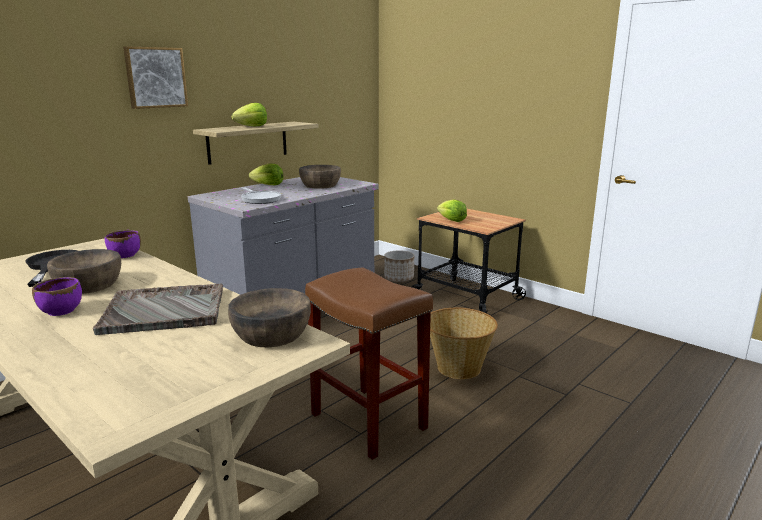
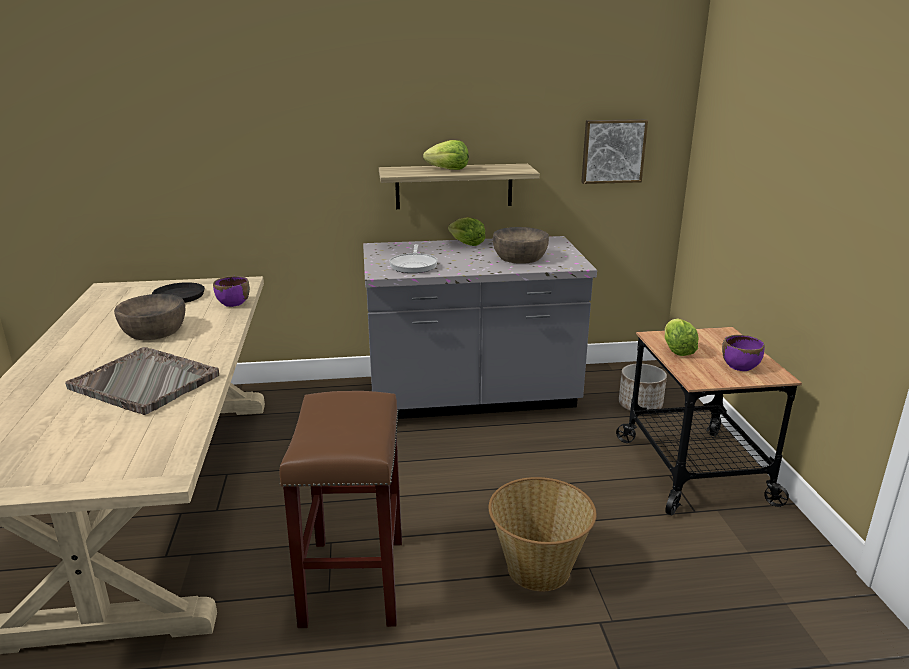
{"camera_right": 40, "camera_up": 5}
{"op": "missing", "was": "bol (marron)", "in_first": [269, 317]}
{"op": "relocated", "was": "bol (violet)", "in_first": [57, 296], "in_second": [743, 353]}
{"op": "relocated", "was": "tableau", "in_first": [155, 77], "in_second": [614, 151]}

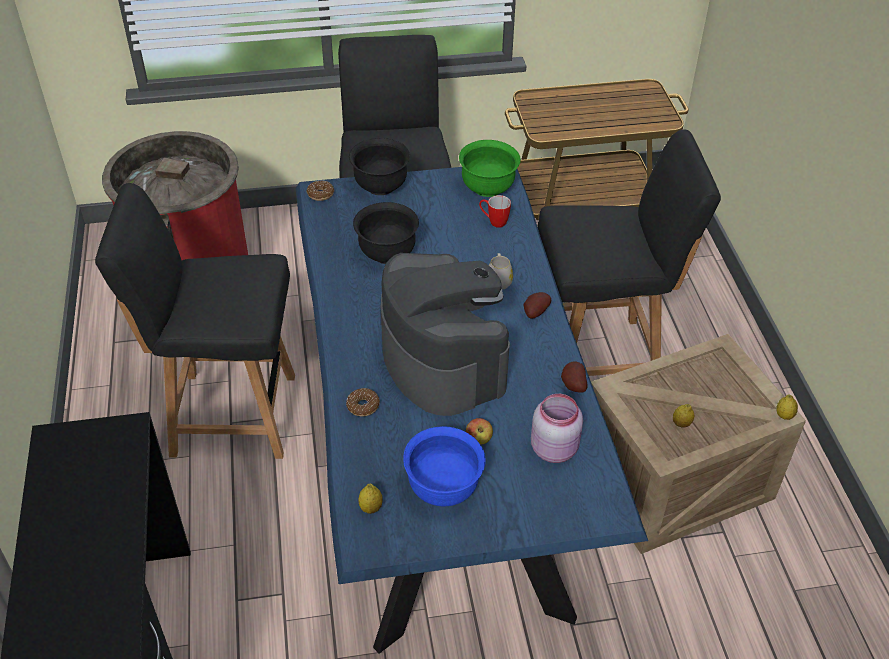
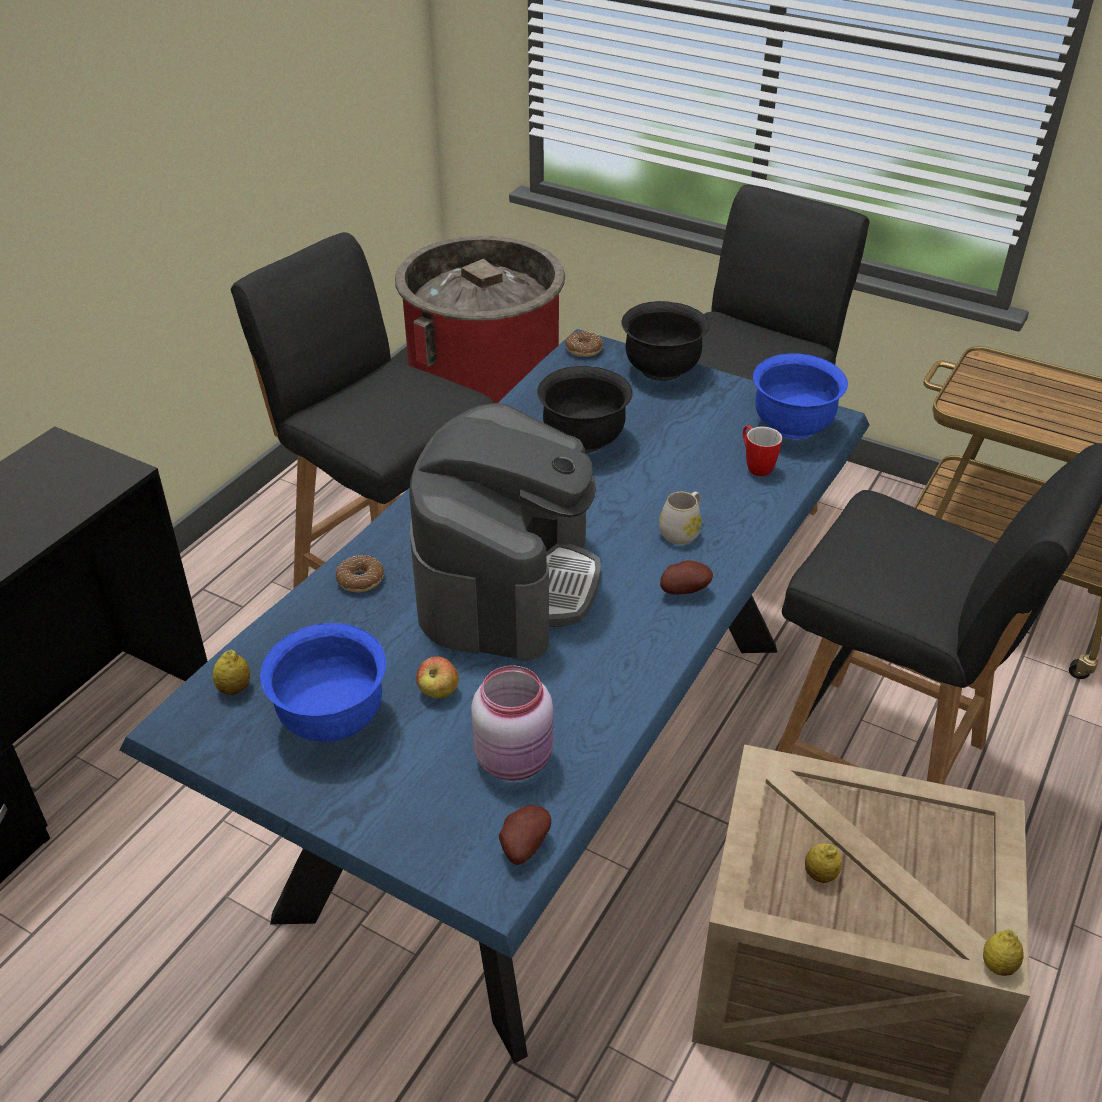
{"camera_right": 40, "camera_up": -5}
{"op": "relocated", "was": "pomme de terre", "in_first": [574, 377], "in_second": [525, 835]}
{"op": "colour", "was": "bol (vert)", "now": "bol (bleu)", "in_first": [490, 168], "in_second": [800, 396]}

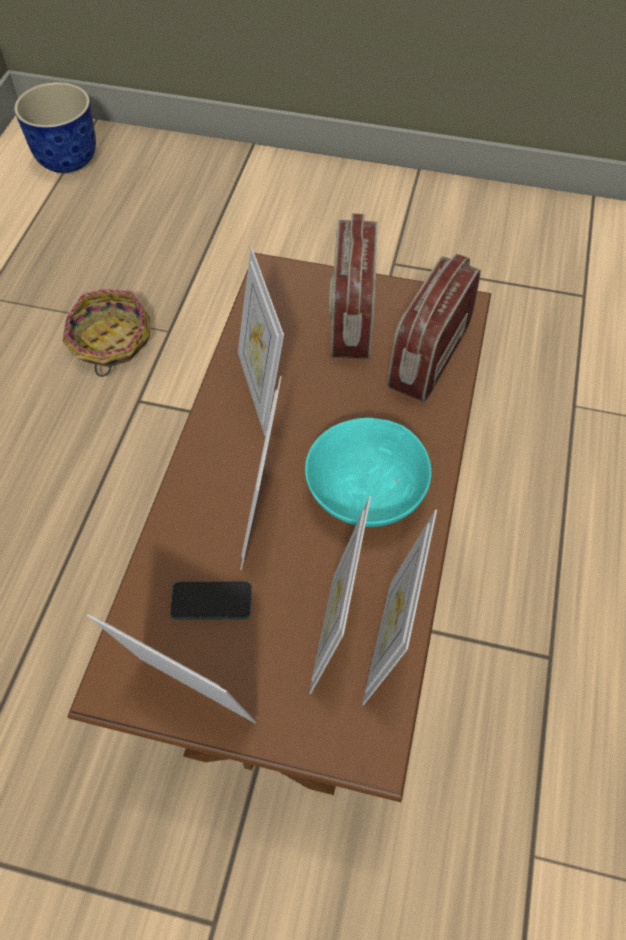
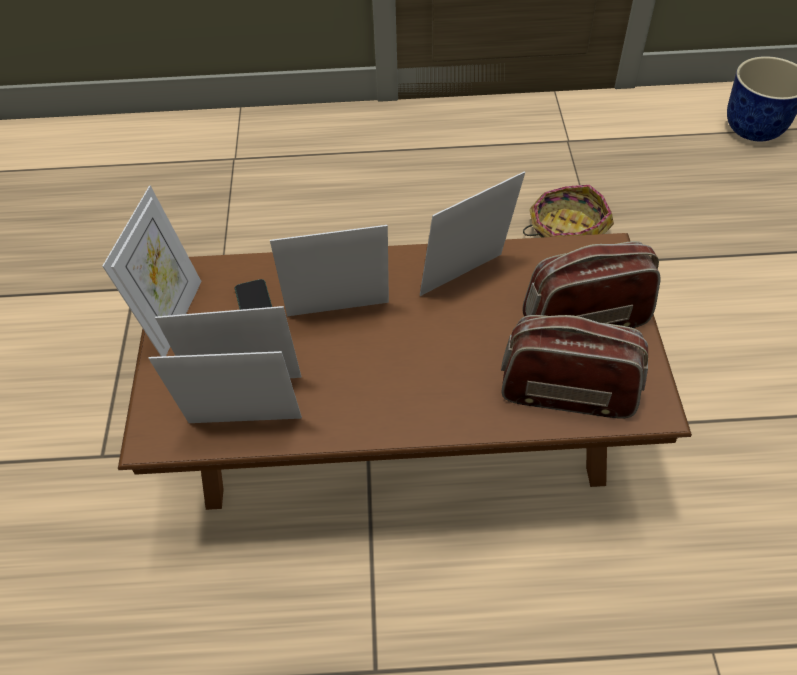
{"camera_right": 75, "camera_up": -5}
{"op": "missing", "was": "bol (turquoise)", "in_first": [368, 472]}

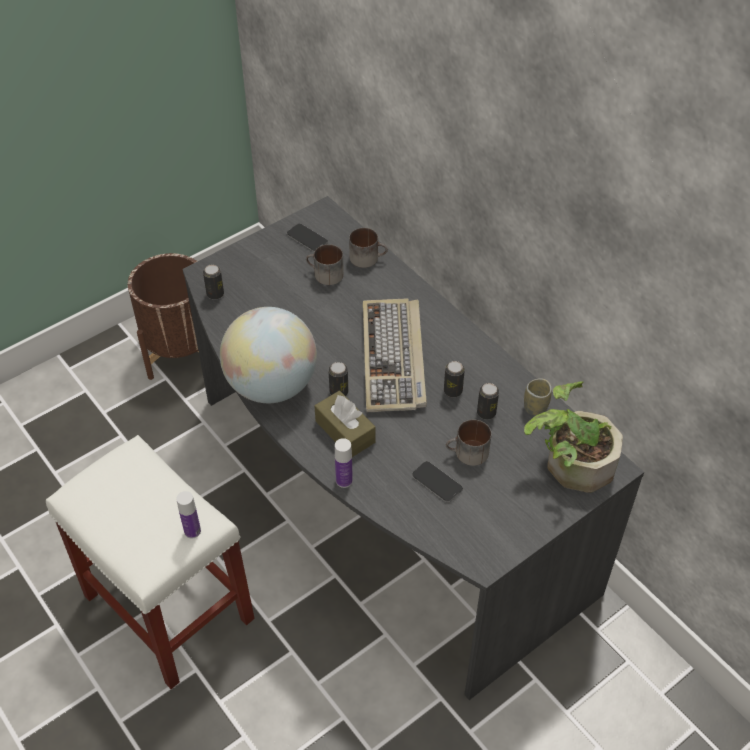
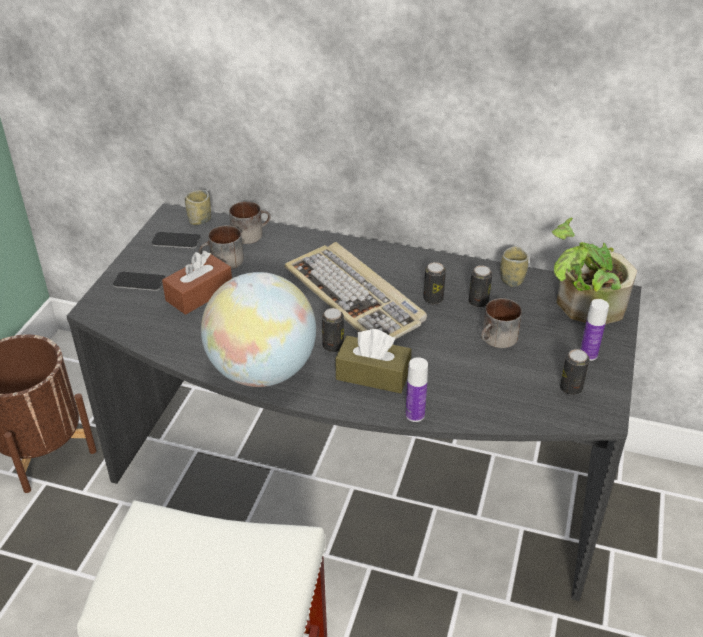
{"camera_right": -35, "camera_up": -10}
{"op": "appeared", "now": "boîte à mouchoirs (marron)", "in_second": [197, 283]}
{"op": "appeared", "now": "tasse", "in_second": [198, 207]}
{"op": "relocated", "was": "bouteille", "in_first": [188, 514], "in_second": [594, 330]}
{"op": "relocated", "was": "boîte métallique", "in_first": [213, 282], "in_second": [575, 372]}
{"op": "relocated", "was": "téléphone", "in_first": [437, 482], "in_second": [139, 281]}

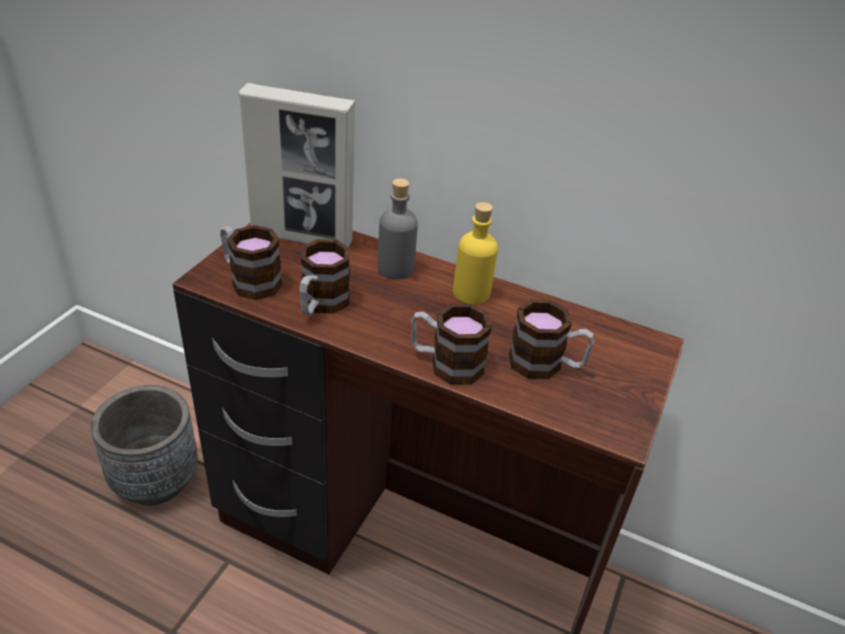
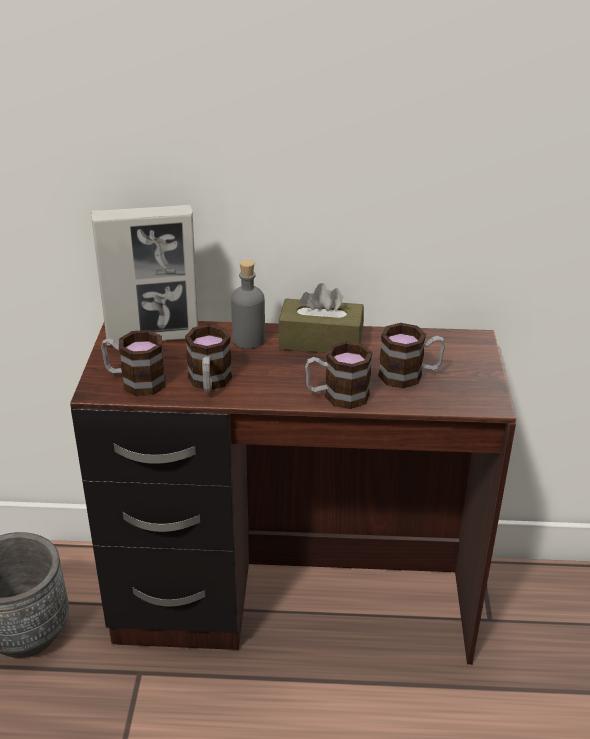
{"camera_right": -20, "camera_up": -5}
{"op": "exchanged", "was": "bouteille (jaune)", "now": "boîte à mouchoirs (marron)", "in_first": [475, 253], "in_second": [321, 318]}

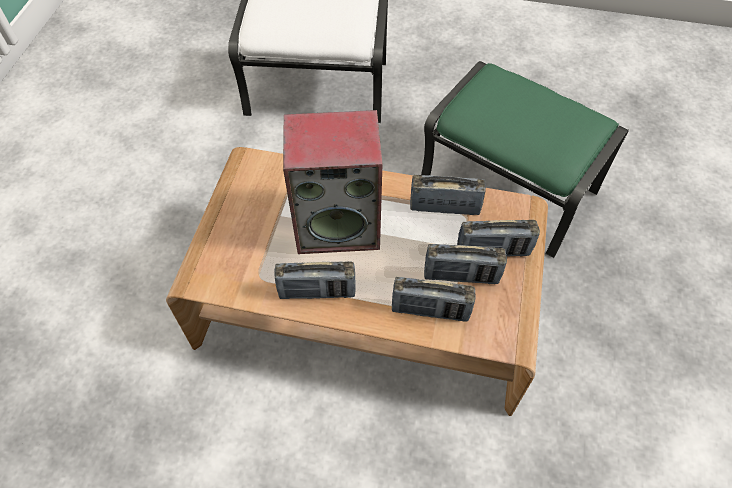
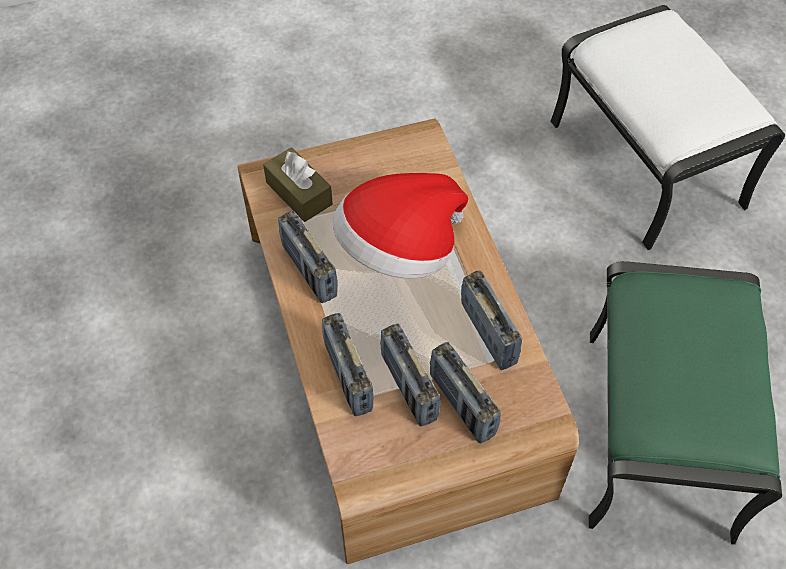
{"camera_right": 60, "camera_up": 0}
{"op": "appeared", "now": "boîte à mouchoirs (marron)", "in_second": [298, 184]}
{"op": "exchanged", "was": "enceinte", "now": "chapeau", "in_first": [333, 182], "in_second": [400, 226]}

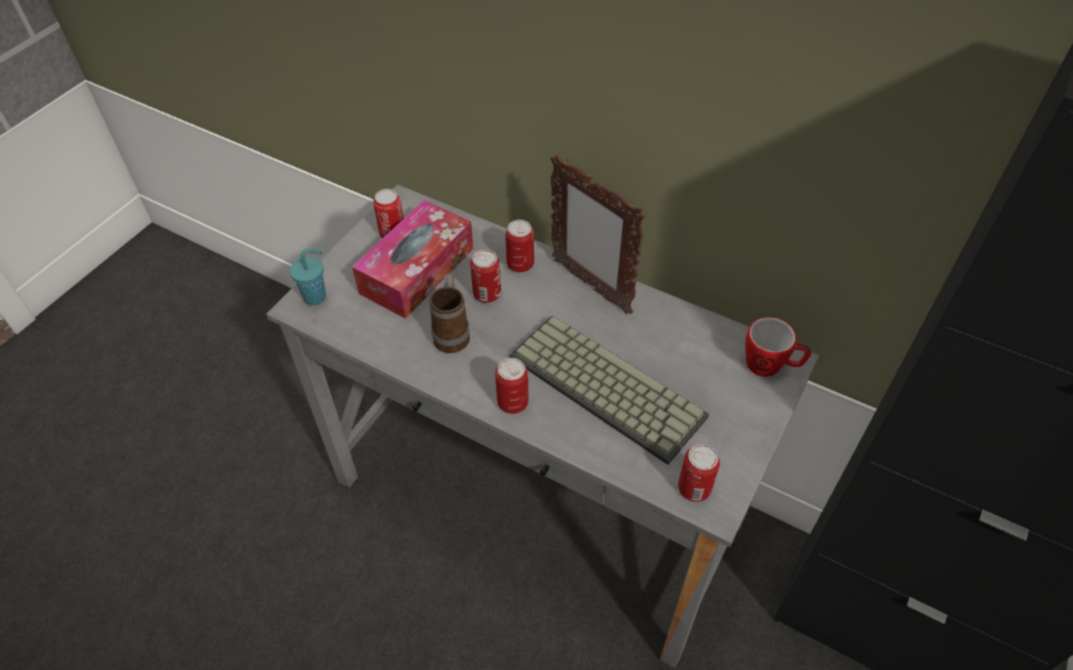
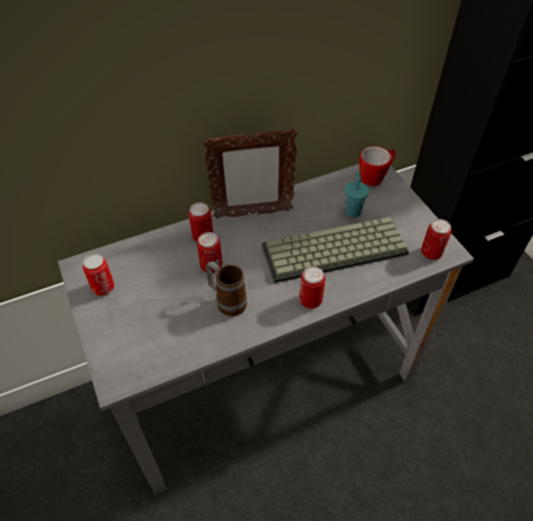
{"camera_right": -55, "camera_up": 0}
{"op": "missing", "was": "boîte à mouchoirs", "in_first": [412, 259]}
{"op": "relocated", "was": "tasse (turquoise)", "in_first": [308, 277], "in_second": [357, 195]}

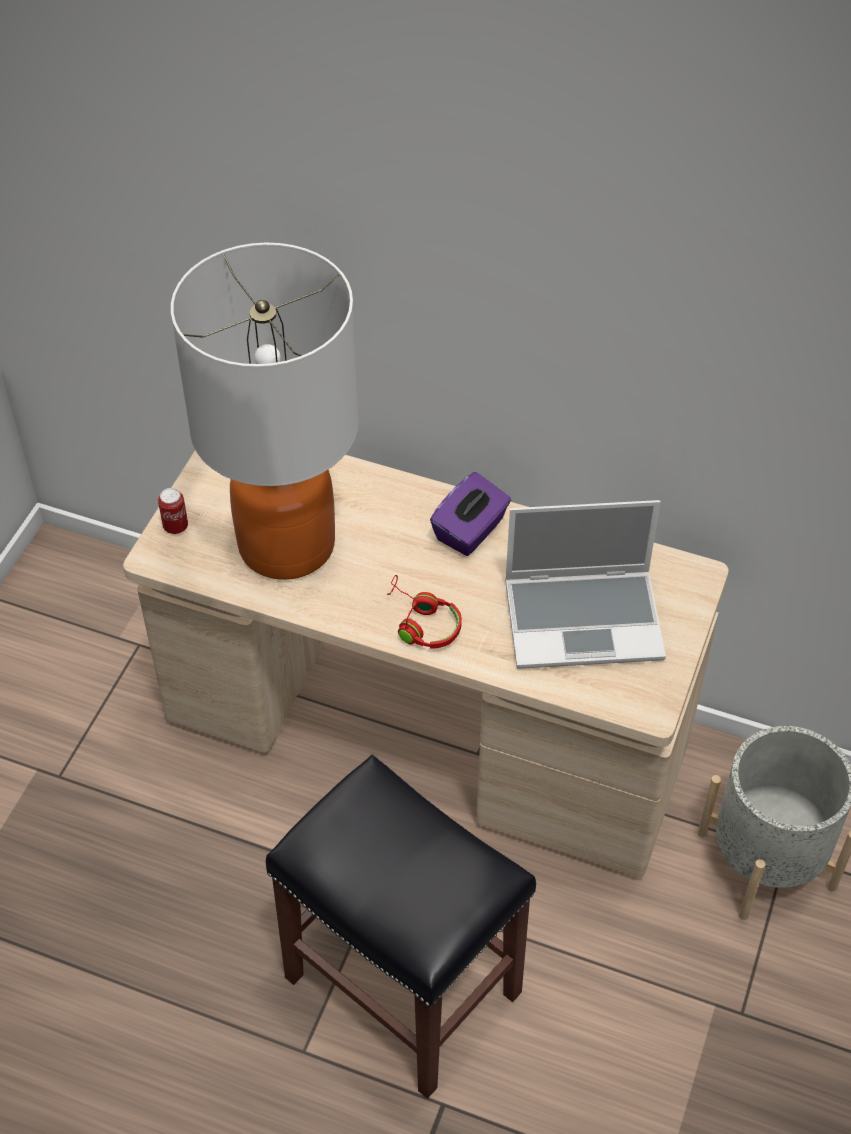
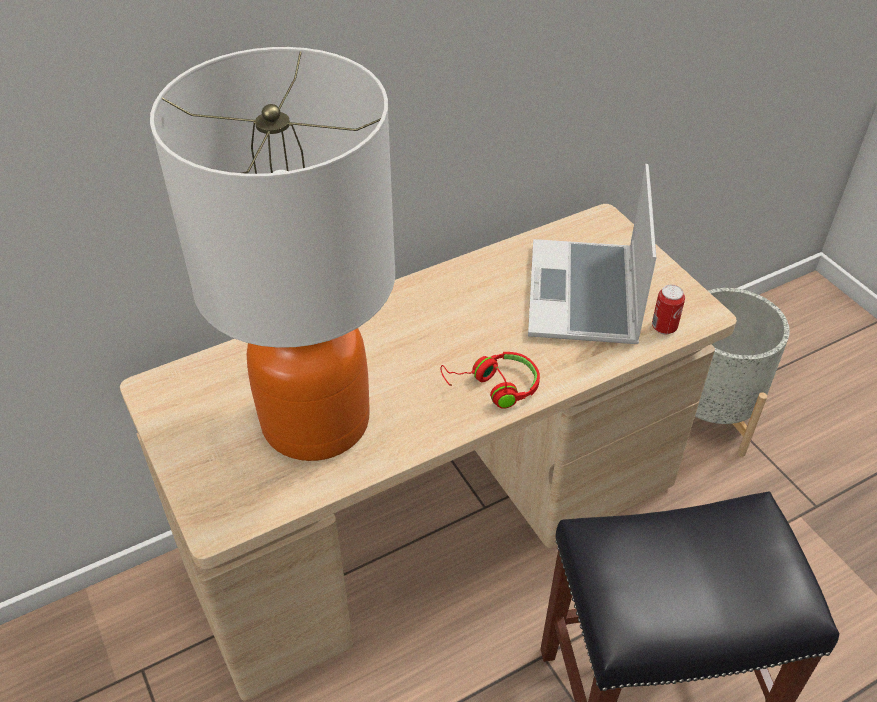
{"camera_right": -50, "camera_up": -5}
{"op": "missing", "was": "boîte à mouchoirs (violet)", "in_first": [470, 514]}
{"op": "relocated", "was": "boîte métallique", "in_first": [173, 511], "in_second": [668, 310]}
{"op": "spun", "was": "ordinateur portable", "in_first": [585, 584], "in_second": [592, 254], "clockwise": 150}

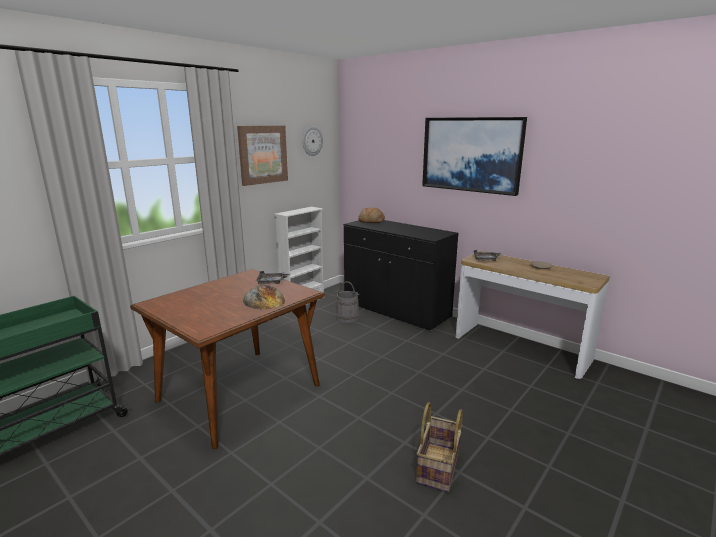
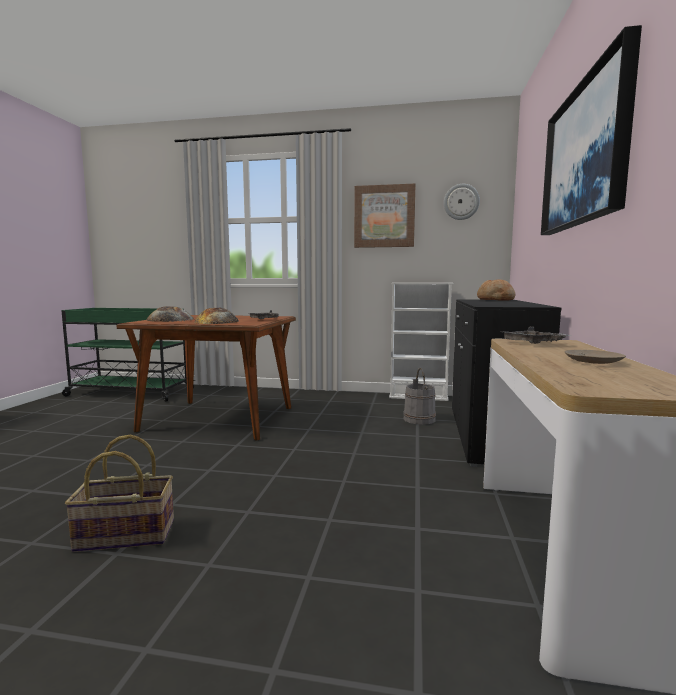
{"camera_right": 60, "camera_up": -10}
{"op": "appeared", "now": "pain", "in_second": [170, 314]}

